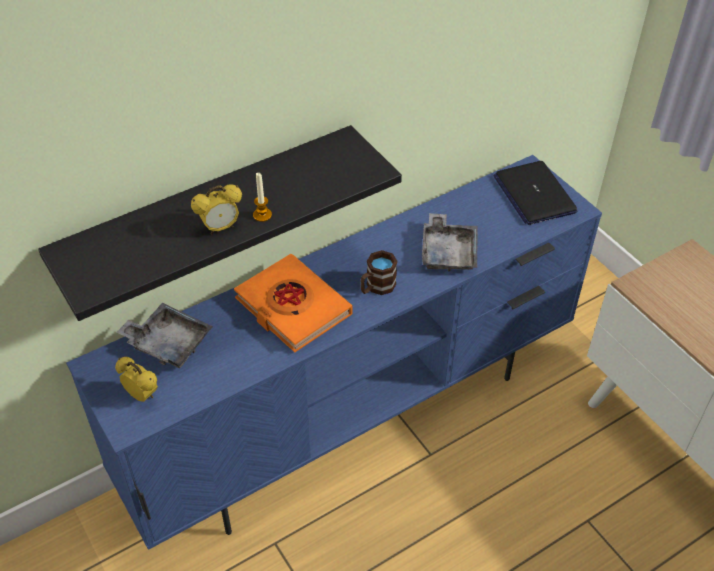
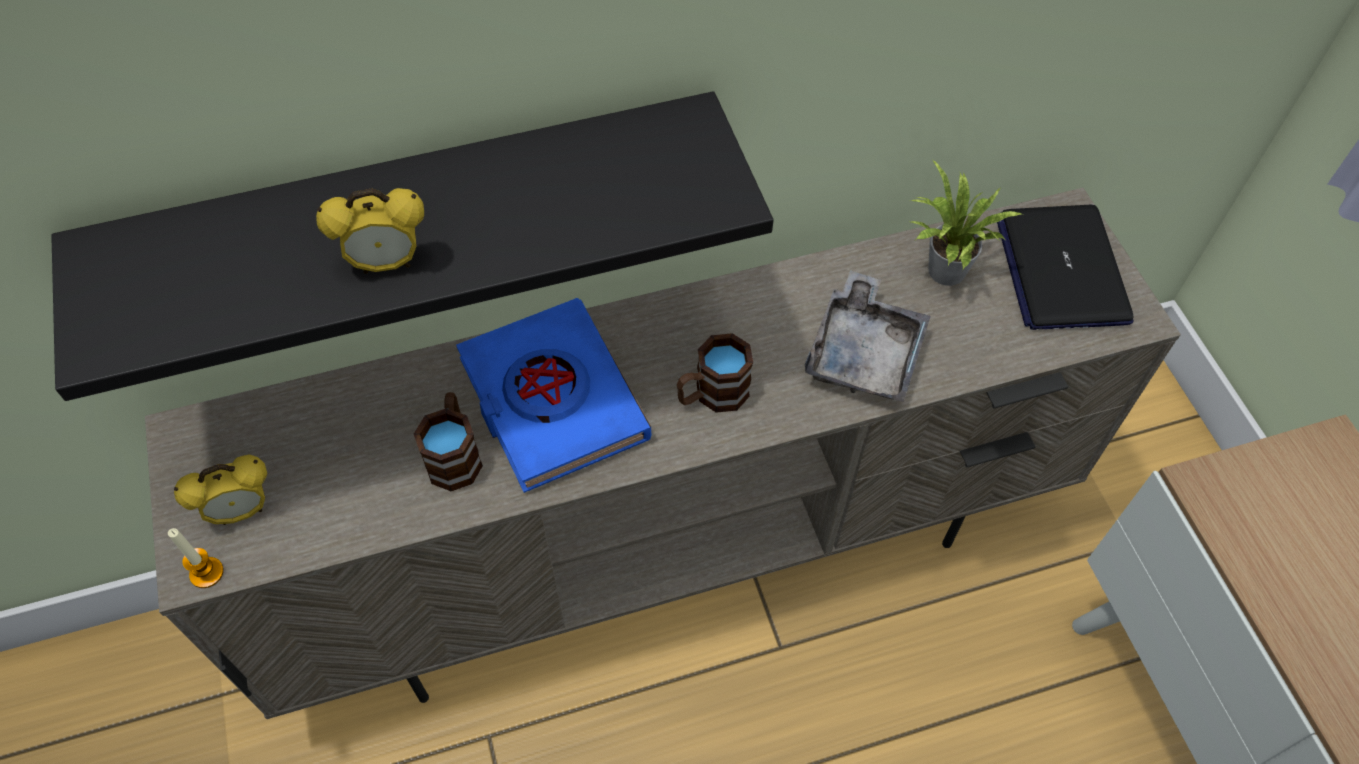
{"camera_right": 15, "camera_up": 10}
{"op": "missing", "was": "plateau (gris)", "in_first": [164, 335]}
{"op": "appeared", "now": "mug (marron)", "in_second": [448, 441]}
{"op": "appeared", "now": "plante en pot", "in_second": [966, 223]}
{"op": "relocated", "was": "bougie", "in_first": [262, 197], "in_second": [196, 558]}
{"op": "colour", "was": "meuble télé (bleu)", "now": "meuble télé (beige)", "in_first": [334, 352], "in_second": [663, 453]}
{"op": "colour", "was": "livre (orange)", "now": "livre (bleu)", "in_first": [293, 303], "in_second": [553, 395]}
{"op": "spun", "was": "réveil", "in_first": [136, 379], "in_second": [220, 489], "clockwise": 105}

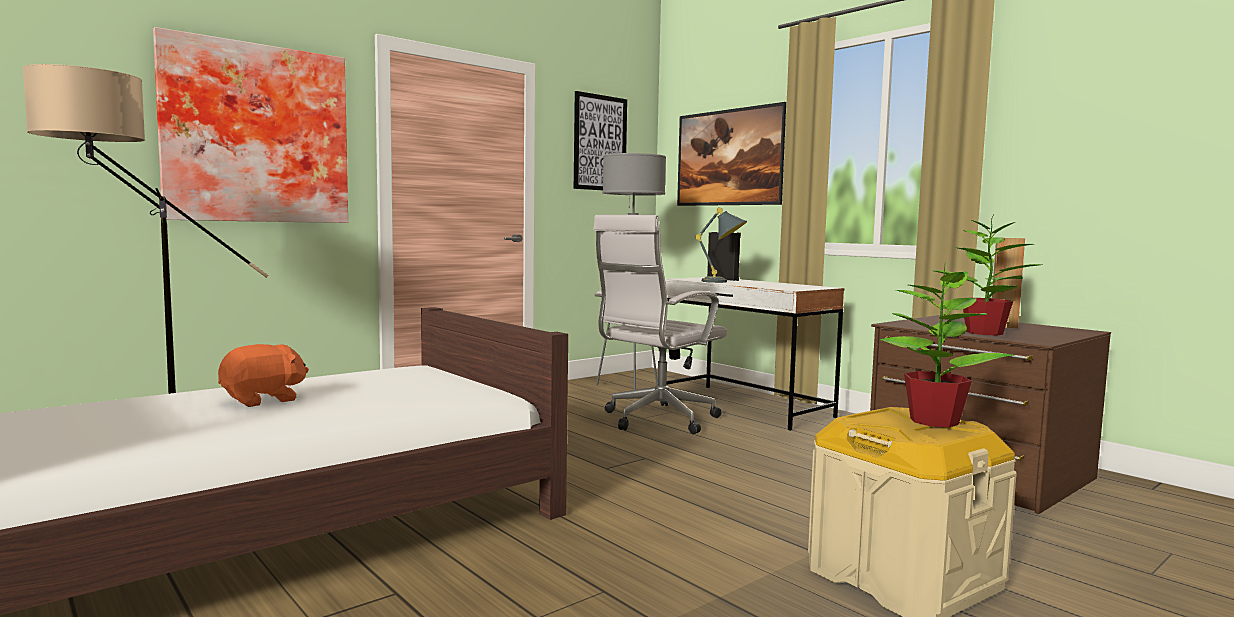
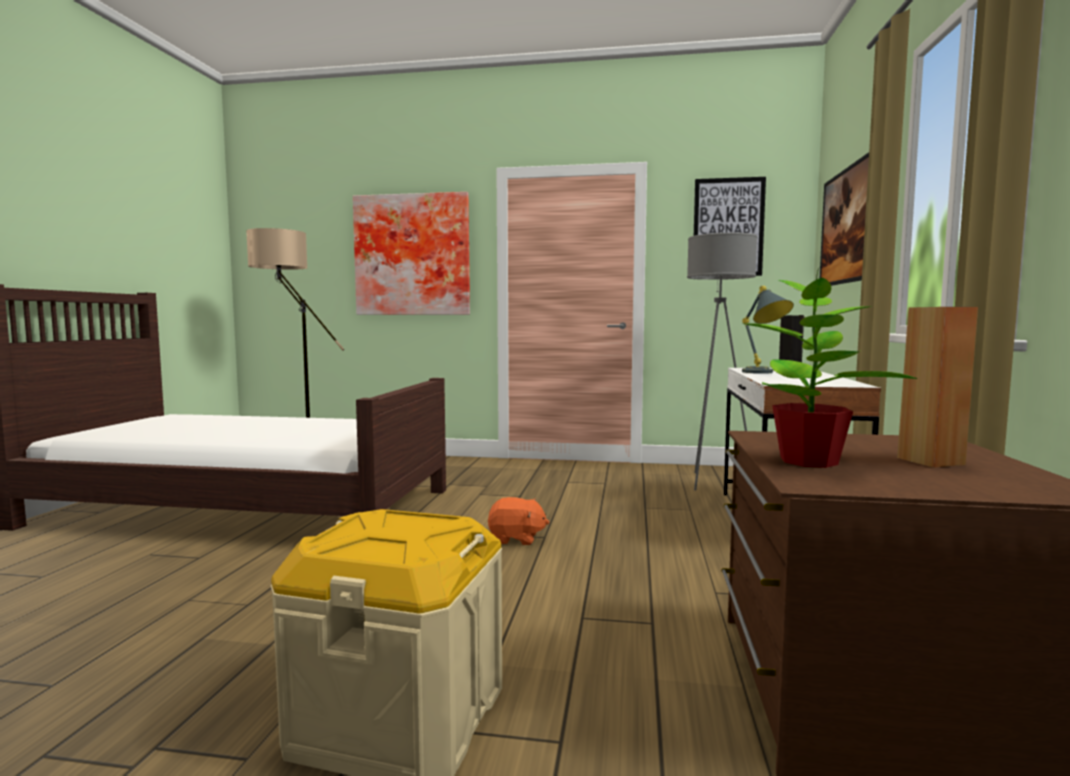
{"camera_right": 50, "camera_up": 0}
{"op": "missing", "was": "chaise de bureau (blanc)", "in_first": [660, 324]}
{"op": "missing", "was": "plante en pot", "in_first": [946, 344]}
{"op": "relocated", "was": "peluche (orange)", "in_first": [263, 375], "in_second": [518, 521]}

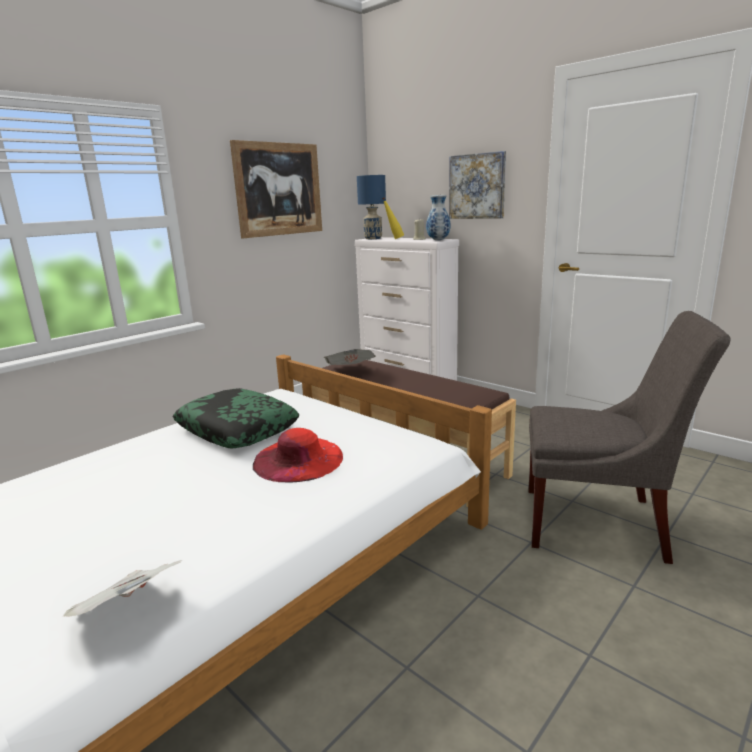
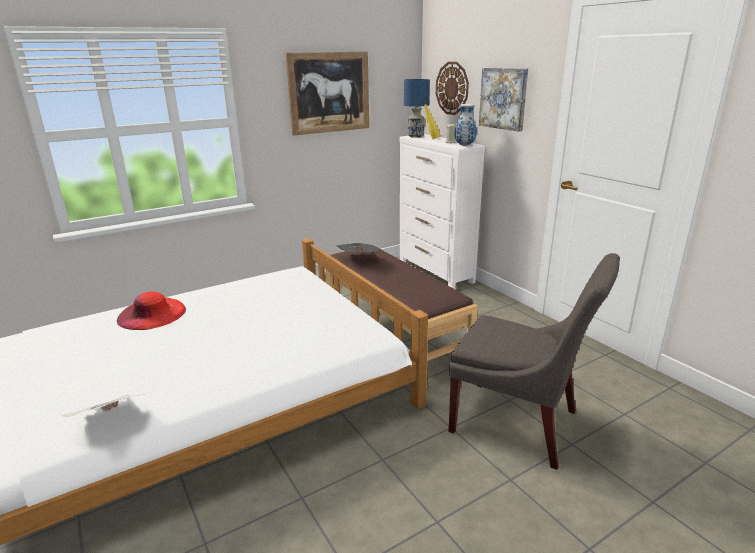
{"camera_right": 15, "camera_up": 5}
{"op": "missing", "was": "coussin", "in_first": [236, 418]}
{"op": "appeared", "now": "horloge murale", "in_second": [452, 88]}
{"op": "relocated", "was": "chapeau (rouge)", "in_first": [298, 455], "in_second": [151, 311]}

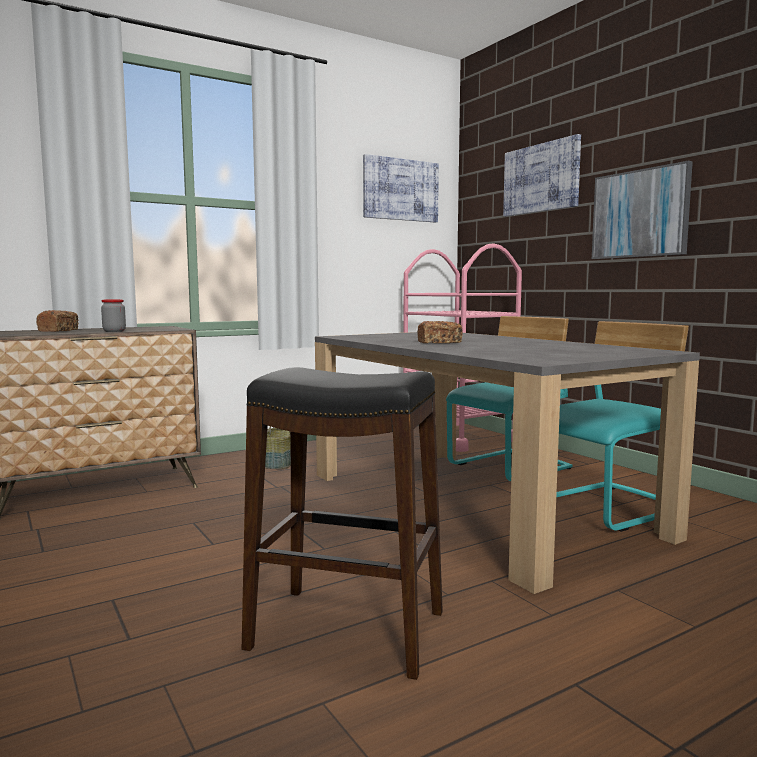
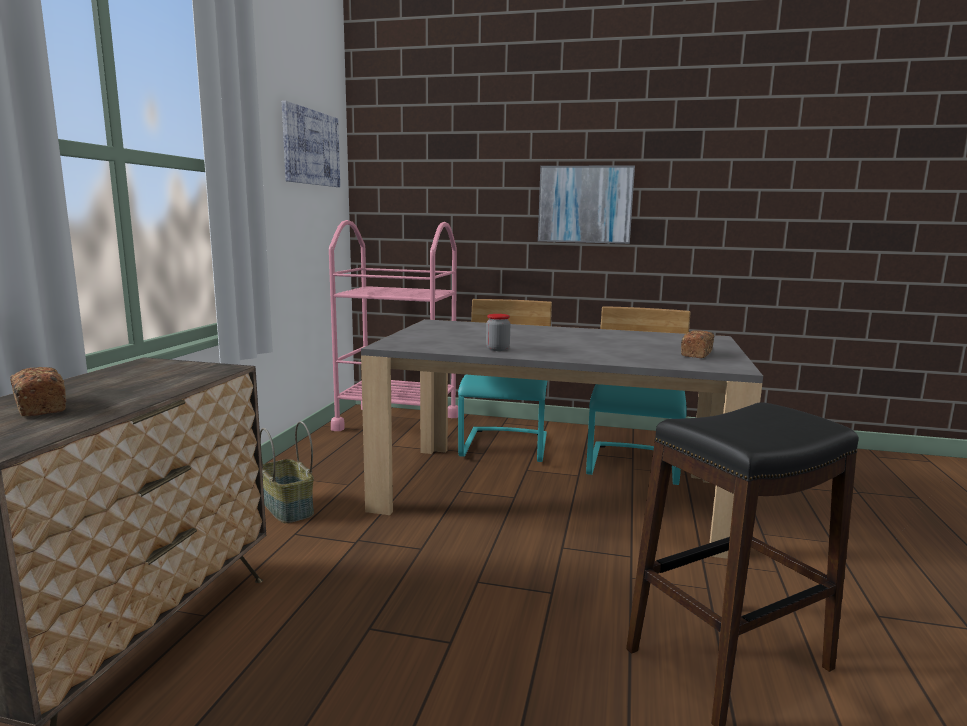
{"camera_right": -45, "camera_up": 5}
{"op": "missing", "was": "tableau", "in_first": [542, 175]}
{"op": "relocated", "was": "bocal", "in_first": [113, 315], "in_second": [498, 332]}
{"op": "relocated", "was": "pain", "in_first": [439, 332], "in_second": [697, 344]}

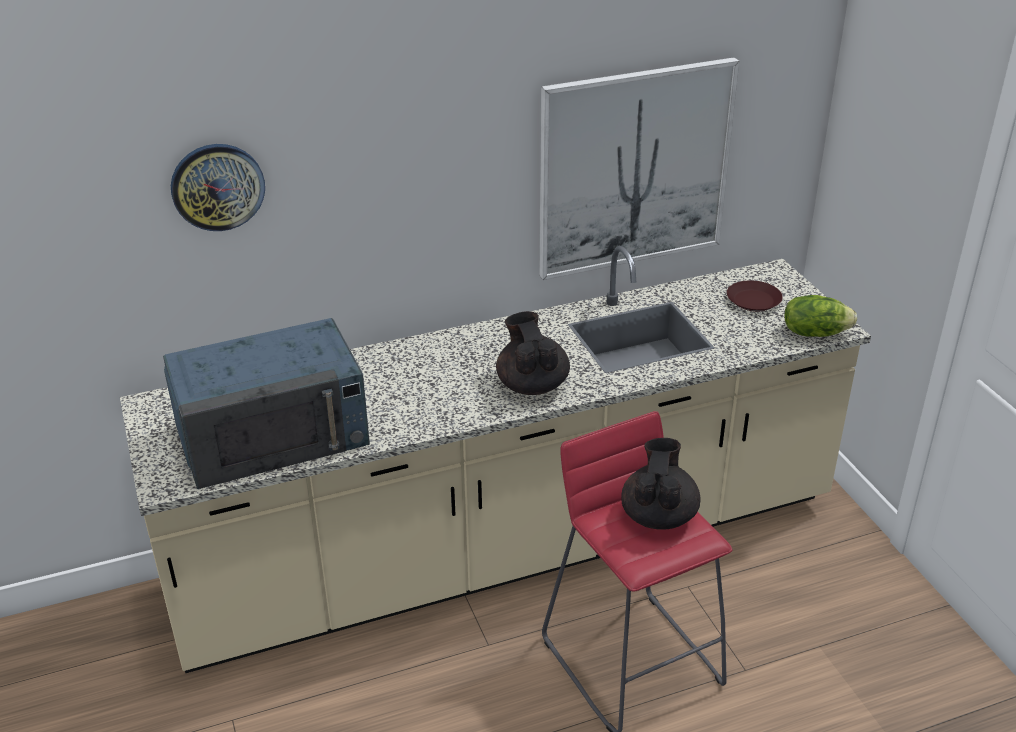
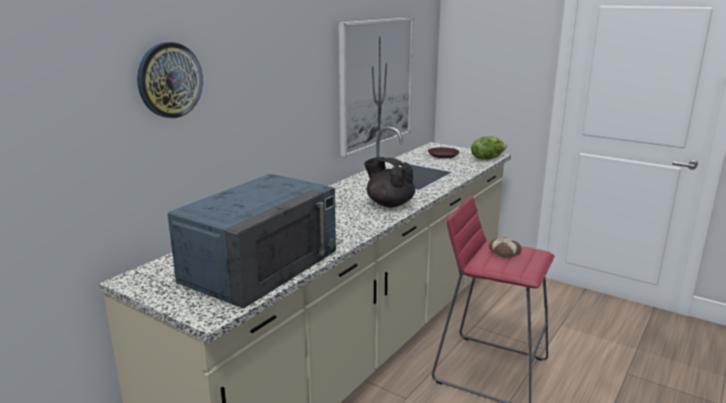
{"camera_right": -35, "camera_up": -15}
{"op": "exchanged", "was": "théière (noir)", "now": "pain", "in_first": [661, 484], "in_second": [505, 247]}

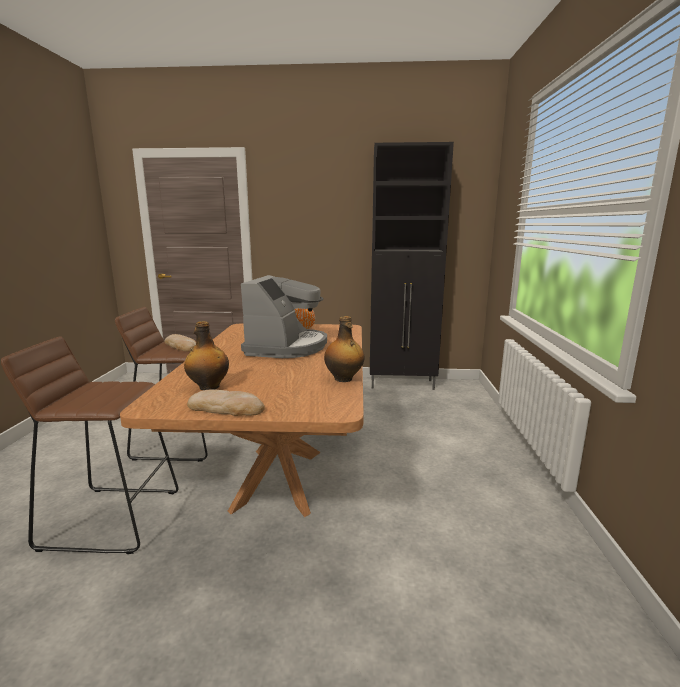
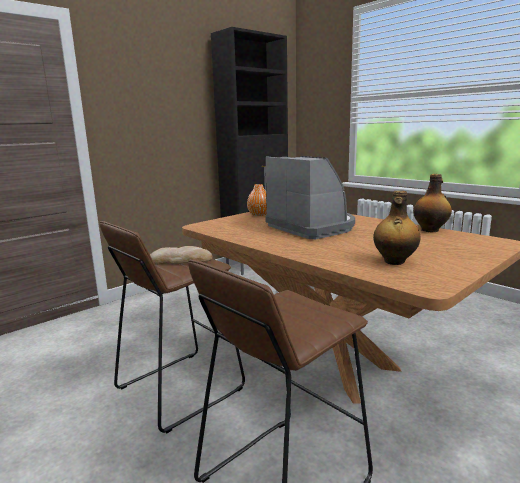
{"camera_right": -45, "camera_up": 0}
{"op": "missing", "was": "pain", "in_first": [226, 403]}

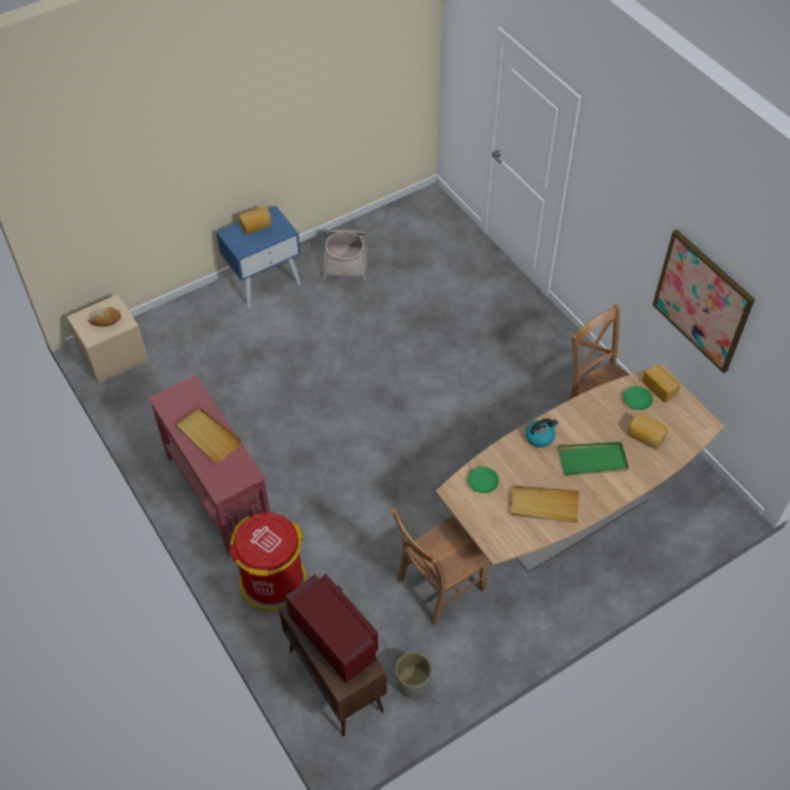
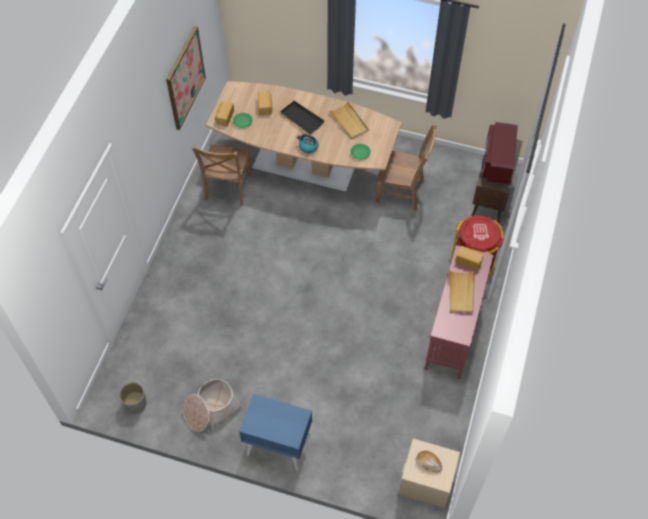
{"camera_right": -130, "camera_up": 5}
{"op": "relocated", "was": "pain", "in_first": [255, 220], "in_second": [469, 258]}
{"op": "relocated", "was": "cache-pot (gris)", "in_first": [413, 675], "in_second": [133, 398]}
{"op": "colour", "was": "plateau (vert)", "now": "plateau (noir)", "in_first": [593, 459], "in_second": [302, 117]}

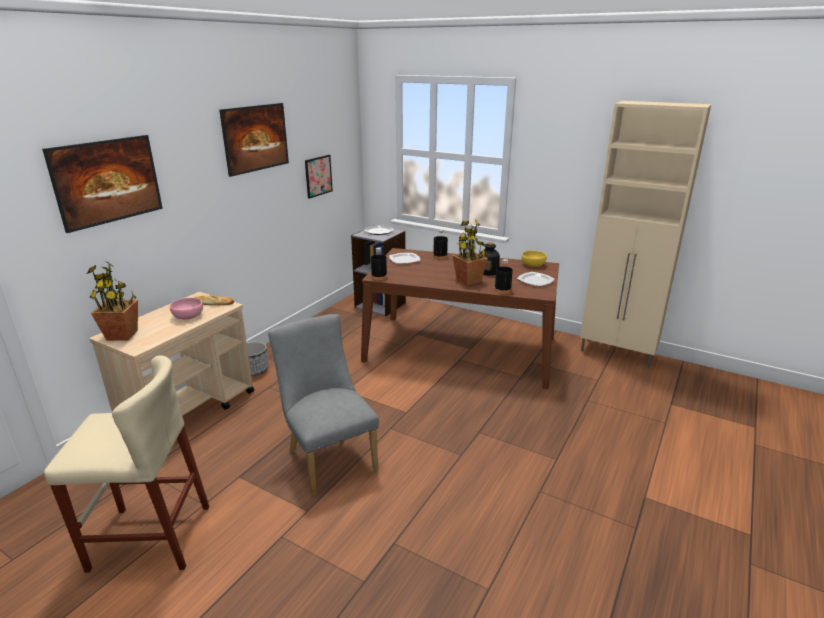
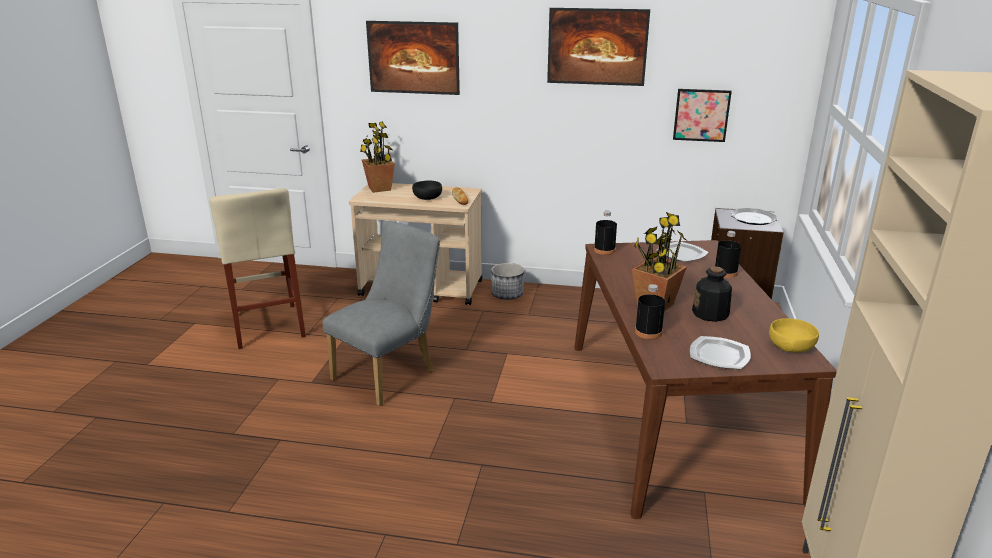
{"camera_right": 70, "camera_up": 0}
{"op": "colour", "was": "bol (rose)", "now": "bol (noir)", "in_first": [186, 309], "in_second": [427, 190]}

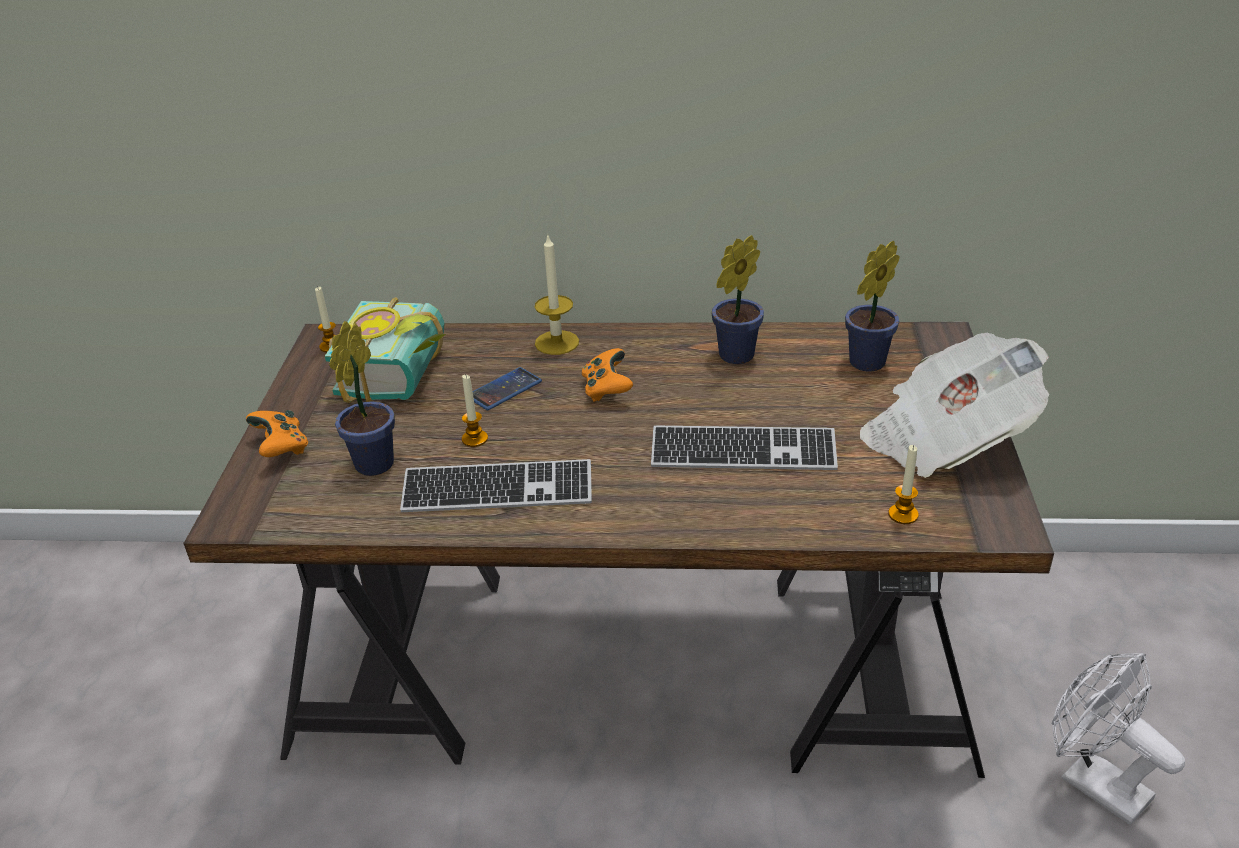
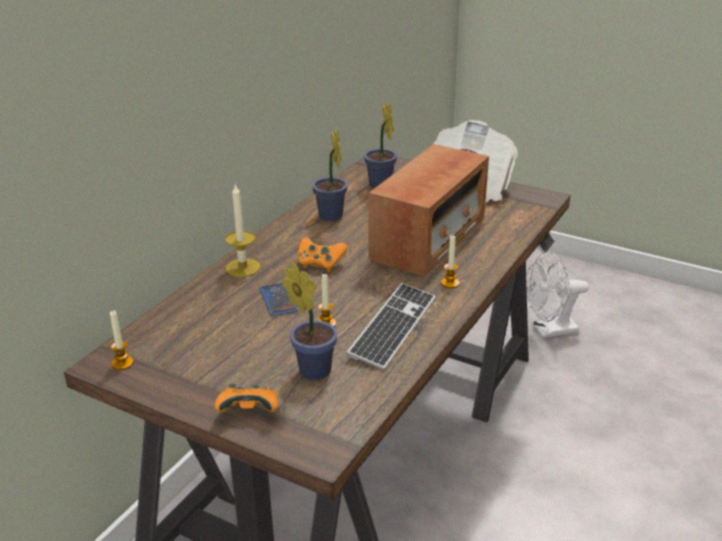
{"camera_right": -65, "camera_up": -5}
{"op": "missing", "was": "livre", "in_first": [385, 350]}
{"op": "relocated", "was": "bougie", "in_first": [903, 484], "in_second": [450, 261]}
{"op": "exchanged", "was": "clavier", "now": "radio", "in_first": [744, 447], "in_second": [429, 210]}

